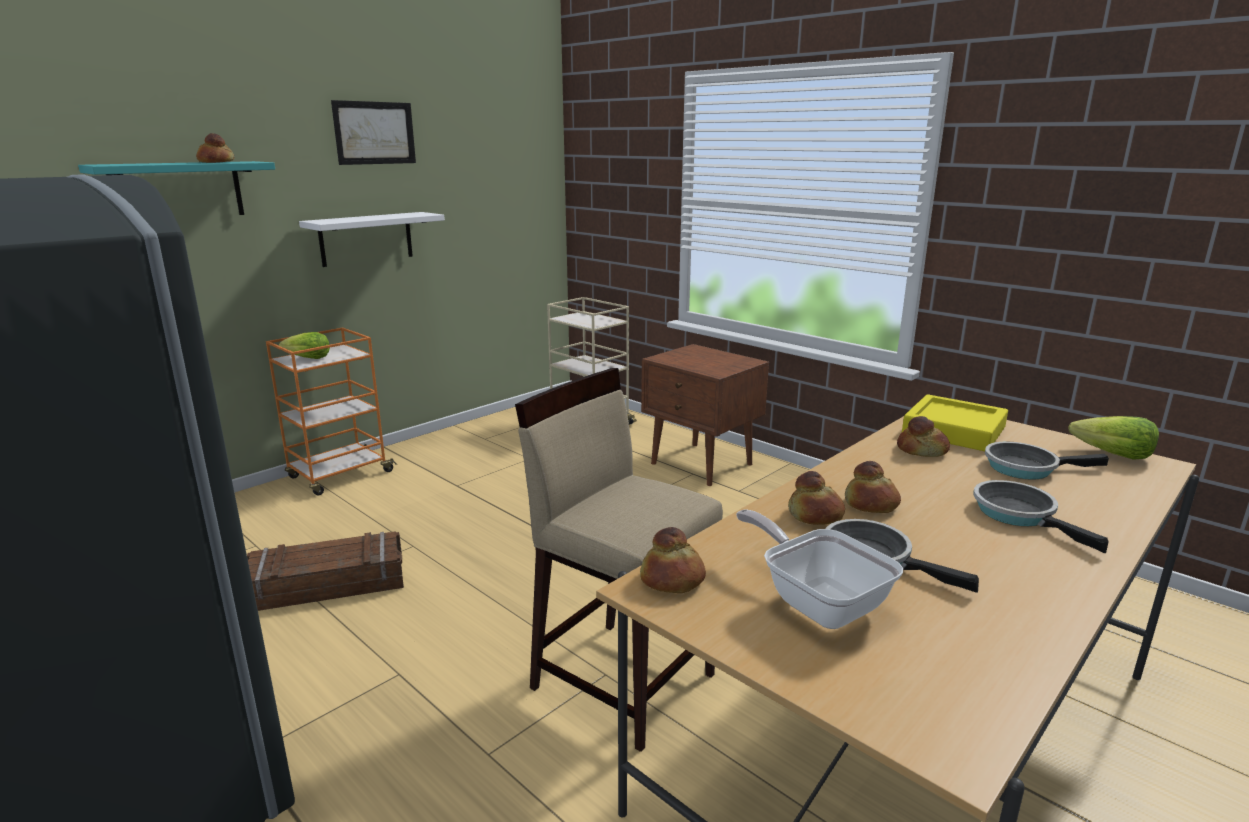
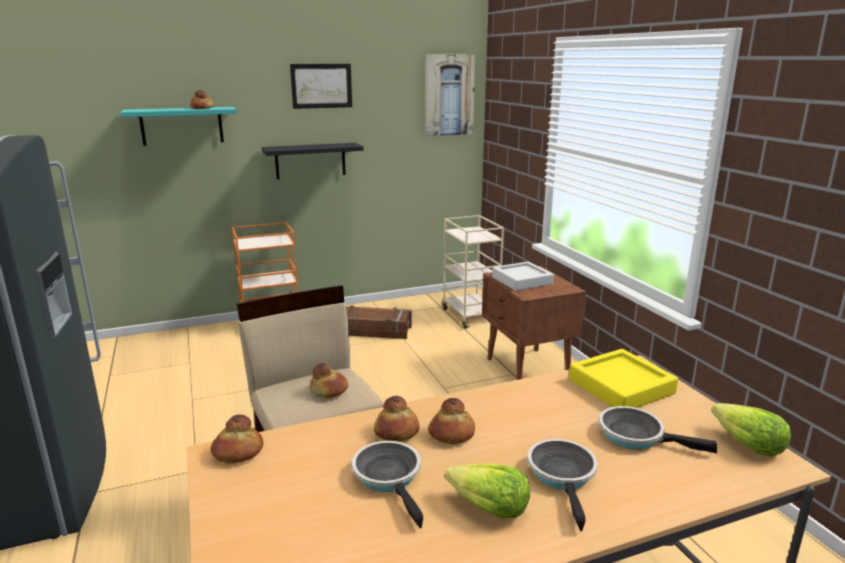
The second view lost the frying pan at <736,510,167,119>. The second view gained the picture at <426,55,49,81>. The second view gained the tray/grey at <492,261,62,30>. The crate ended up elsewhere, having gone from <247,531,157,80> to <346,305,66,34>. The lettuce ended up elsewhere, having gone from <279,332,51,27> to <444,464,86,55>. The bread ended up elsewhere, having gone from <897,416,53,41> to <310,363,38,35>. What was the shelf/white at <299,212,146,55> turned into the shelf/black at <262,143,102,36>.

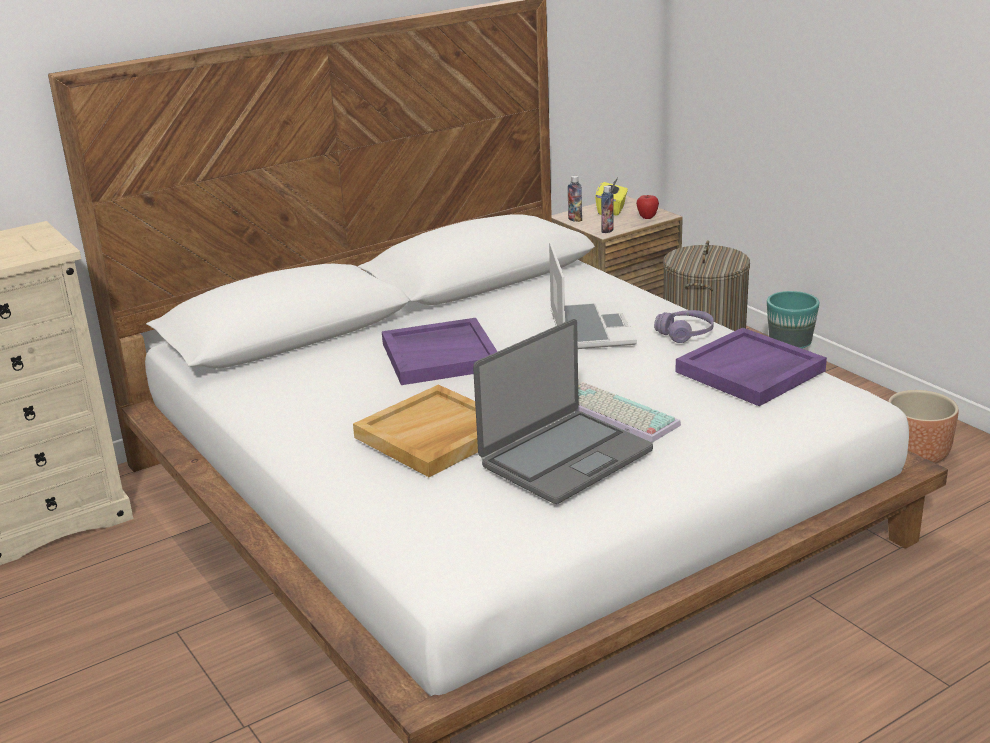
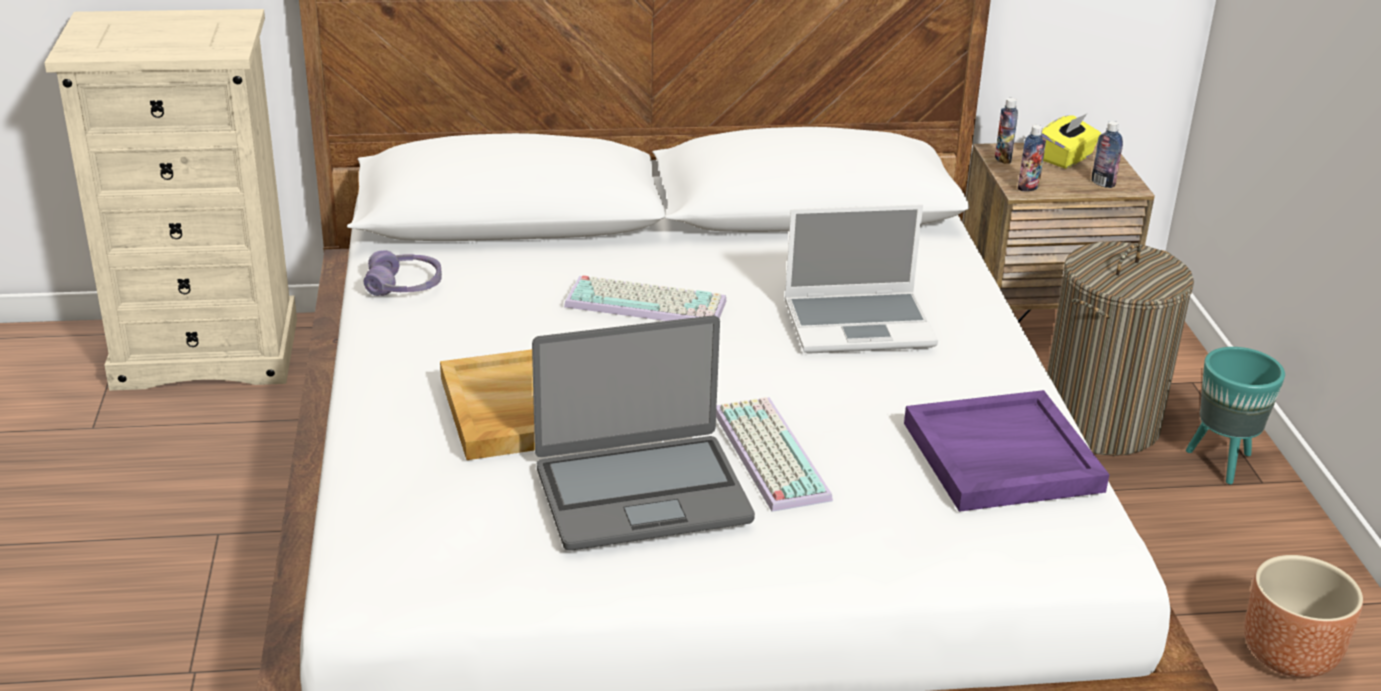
The headphones/purple ended up elsewhere, having gone from <654,310,60,33> to <364,250,78,46>. Where the tray/purple stood at <382,318,116,67>, the keyboard came to stand at <564,275,163,46>. Where the apple stood at <636,195,23,24>, the bottle came to stand at <1092,121,31,67>. The laptop at <549,242,88,107> ended up facing another way, 60 degrees clockwise from before.

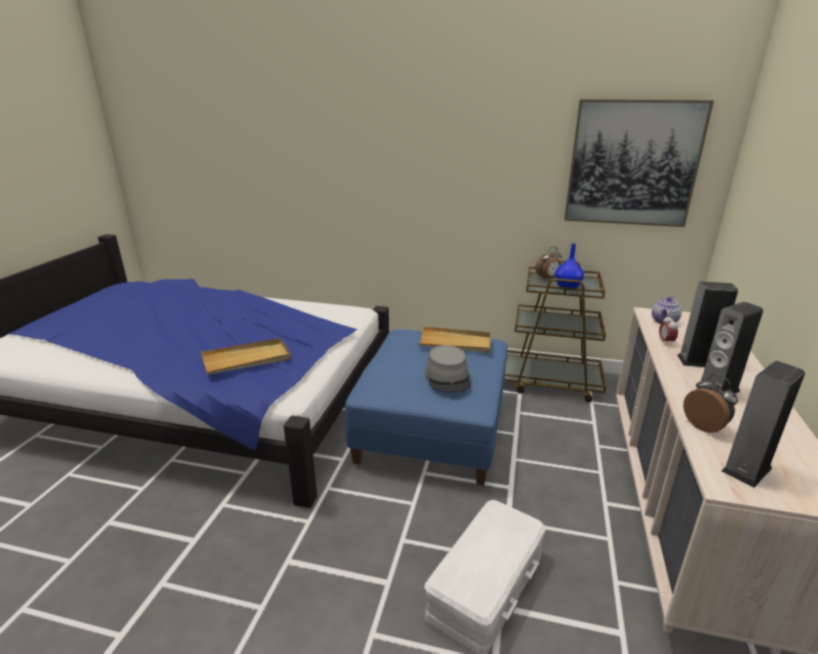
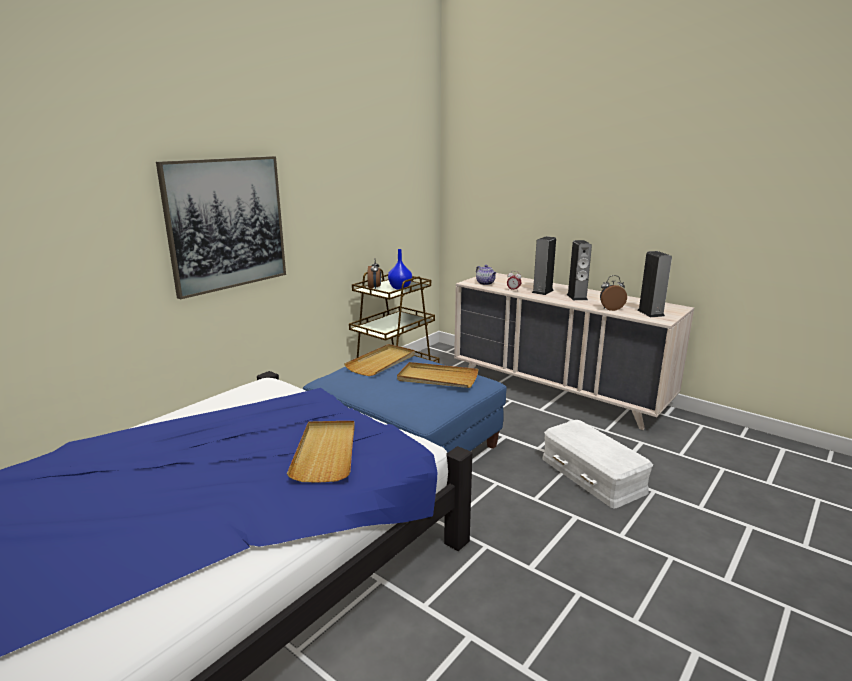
The picture ended up elsewhere, having gone from <564,99,150,128> to <156,156,130,143>. Where the hat/grey stood at <425,345,46,47>, the tray/beige came to stand at <397,362,82,26>.

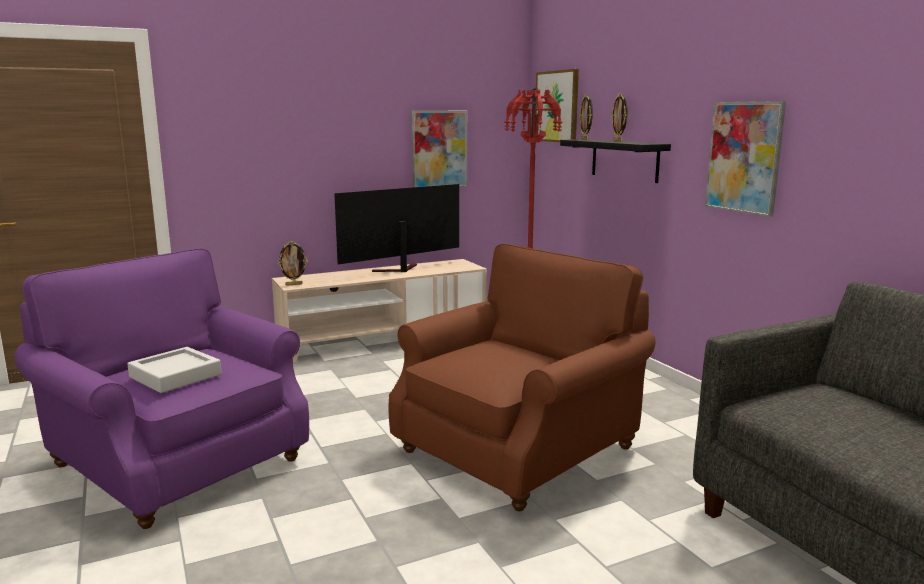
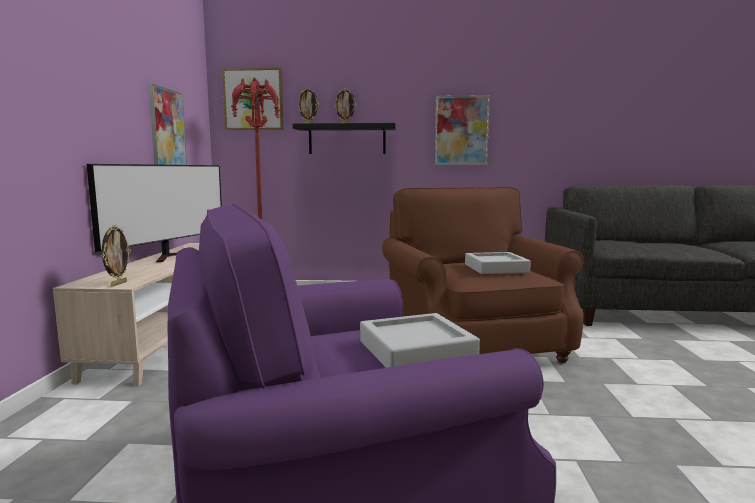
The second view gained the tray/grey at <465,252,66,22>. The television at <334,184,125,88> ended up facing another way, 150 degrees counterclockwise from before.

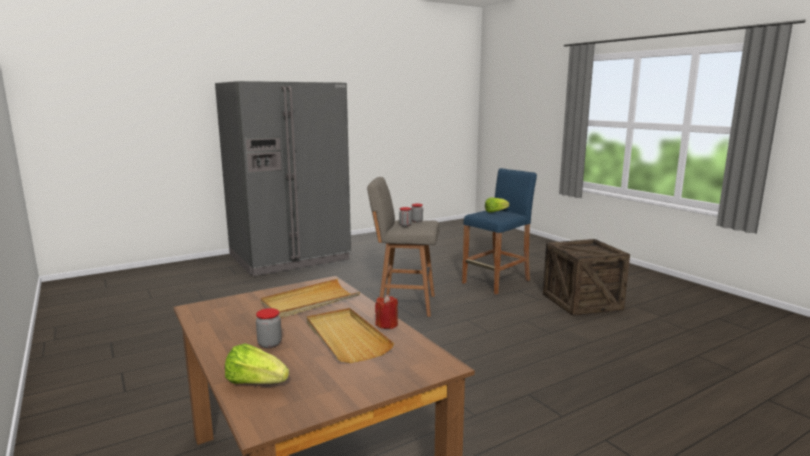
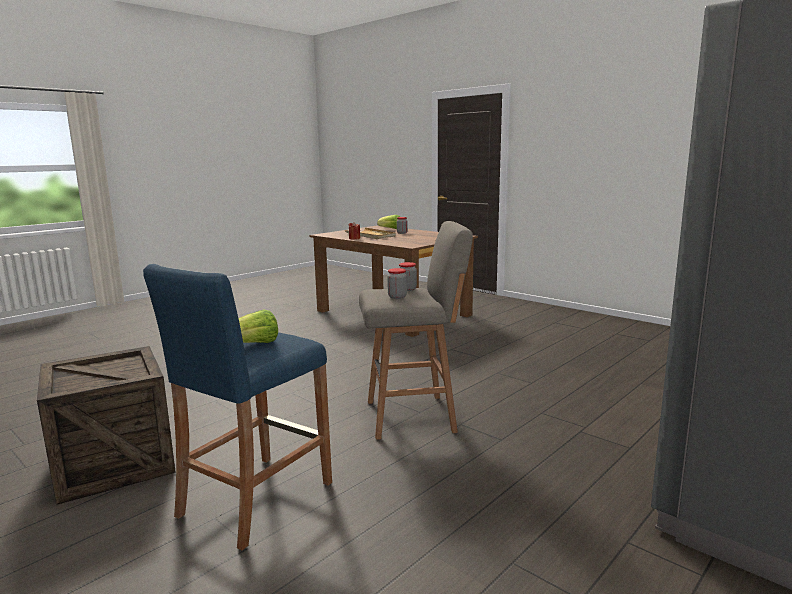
The second view lost the tray/beige at <261,279,99,39>.

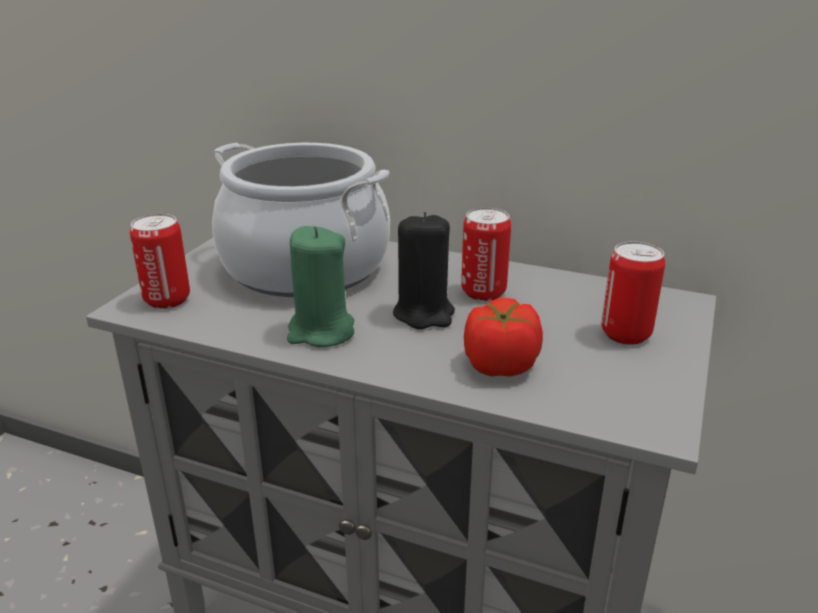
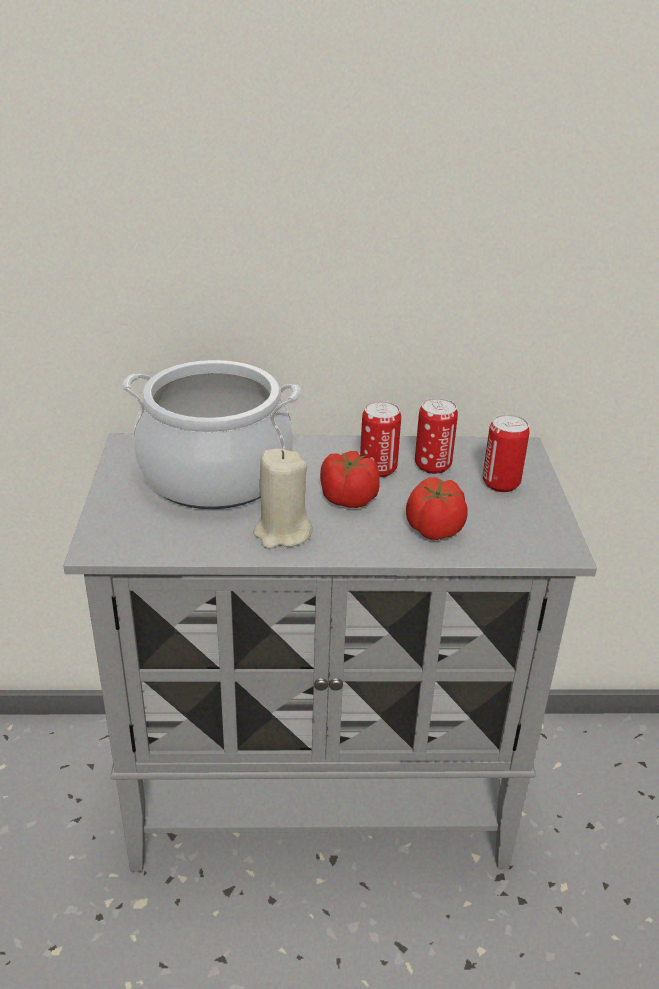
The can ended up elsewhere, having gone from <130,214,60,95> to <415,398,43,76>. Where the candle/black stood at <393,211,62,118>, the tomato came to stand at <320,451,60,57>. What was the candle/green at <287,226,67,121> turned into the candle/beige at <253,449,60,100>.

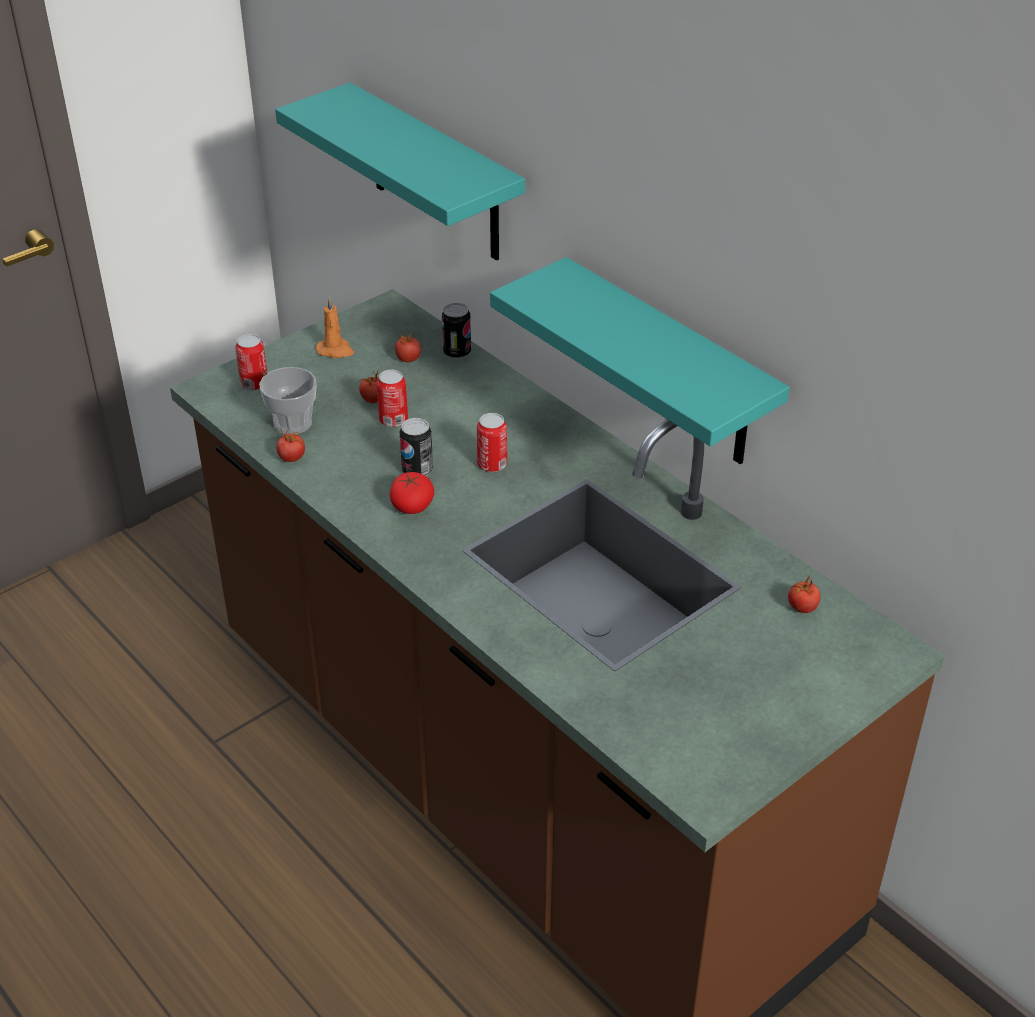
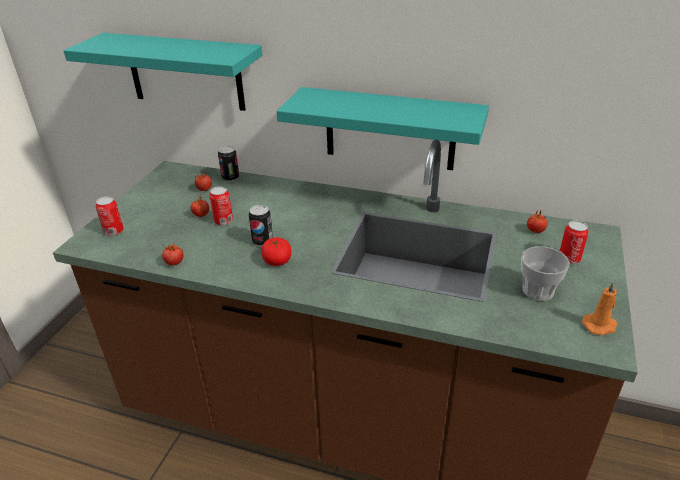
The cup ended up elsewhere, having gone from <259,367,58,67> to <521,246,49,55>. The candle/orange ended up elsewhere, having gone from <316,297,38,61> to <582,281,35,54>. The can ended up elsewhere, having gone from <477,413,30,59> to <560,220,28,44>.

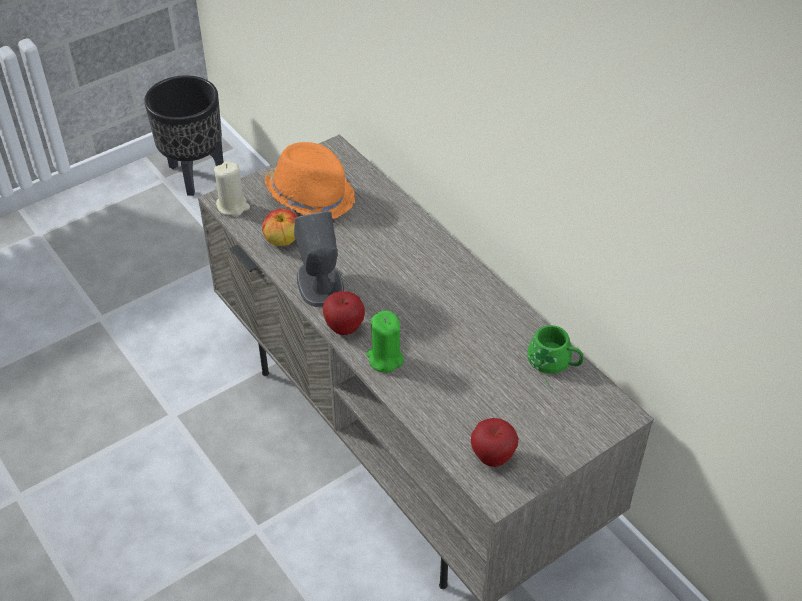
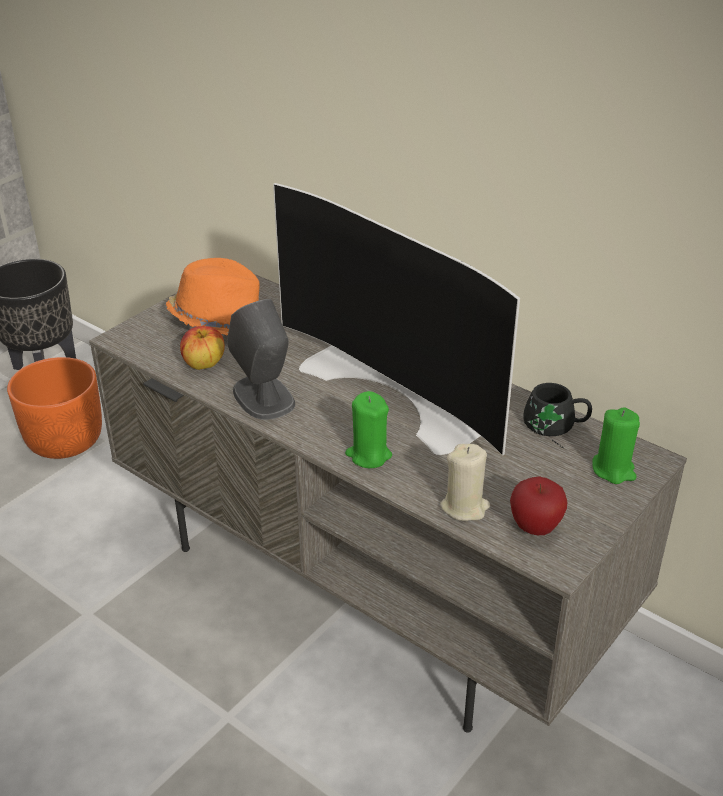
The second view lost the apple at <323,291,42,44>. The second view gained the planter/orange at <7,357,95,102>. The second view gained the television at <273,183,247,273>. The second view gained the candle/green at <592,407,48,77>. The candle/beige ended up elsewhere, having gone from <214,161,36,55> to <440,444,50,77>. What was the mug/green at <527,325,56,62> turned into the mug/black at <523,383,69,66>.

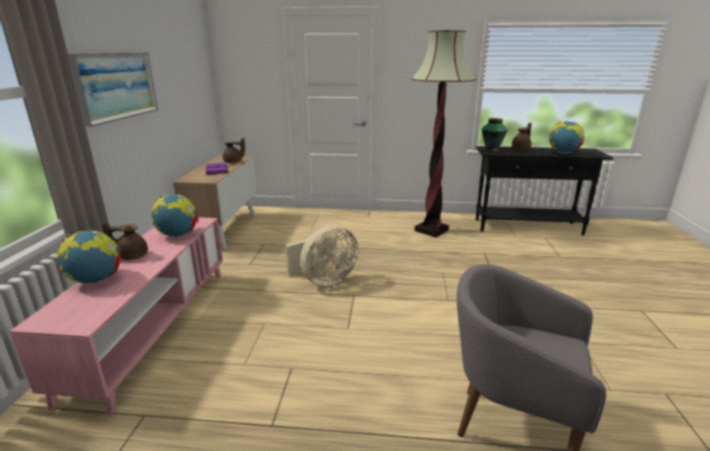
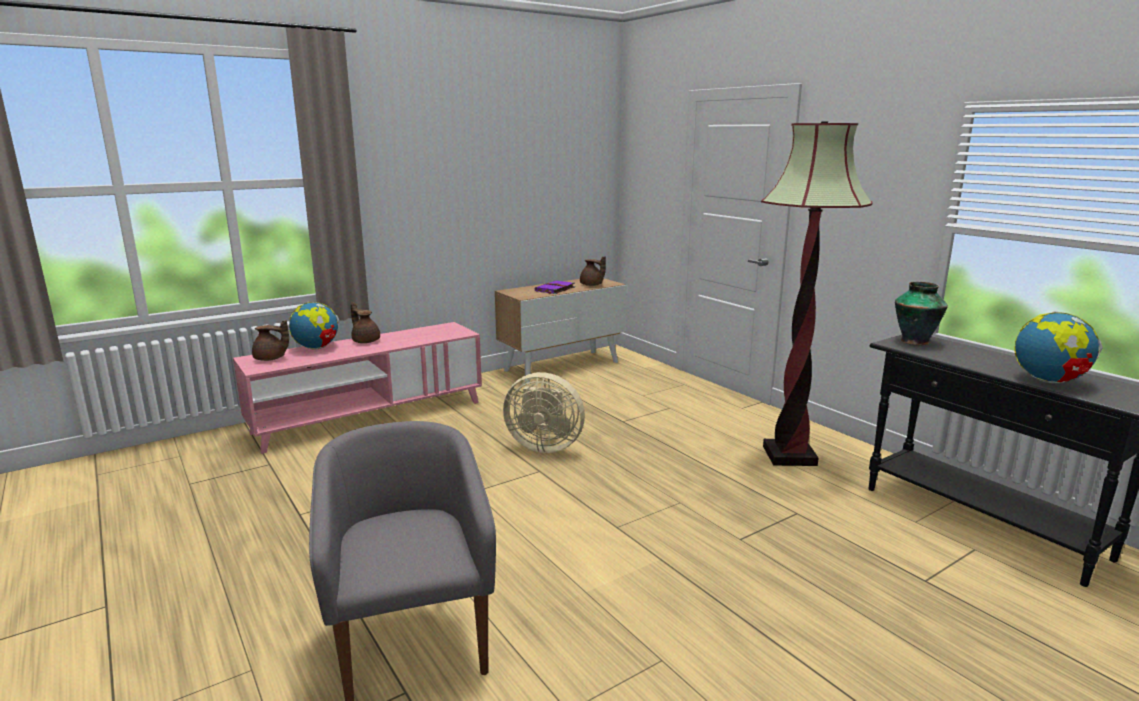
The second view lost the picture at <68,53,90,74>. The second view lost the globe at <151,194,48,43>. The teapot/brown ended up elsewhere, having gone from <512,122,20,28> to <252,320,37,41>.

